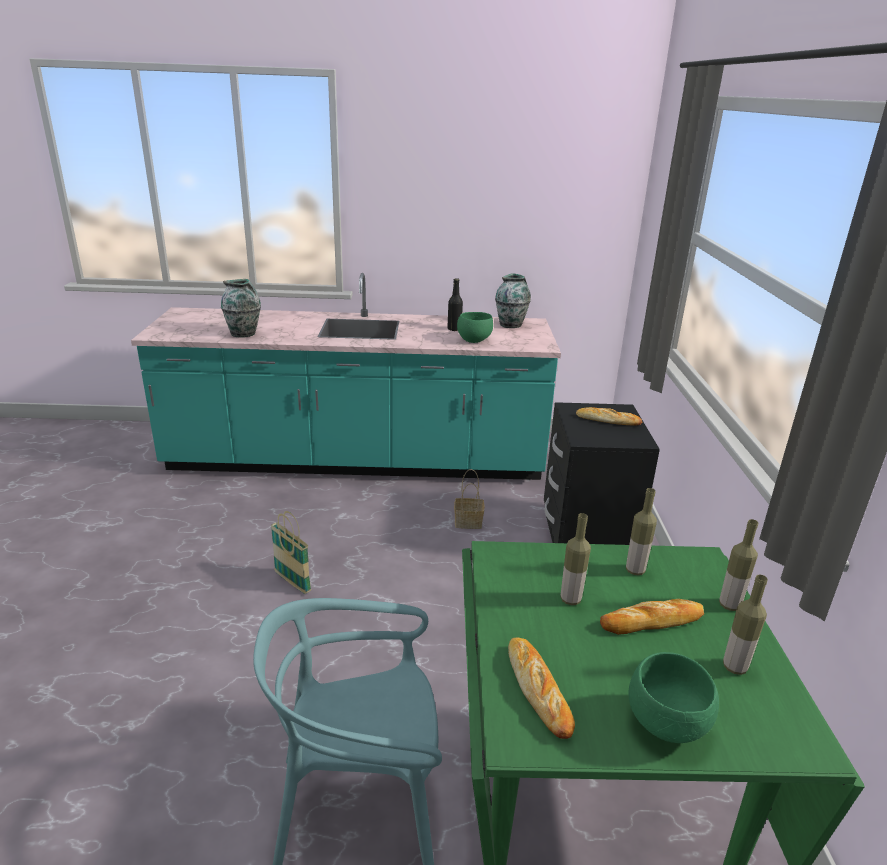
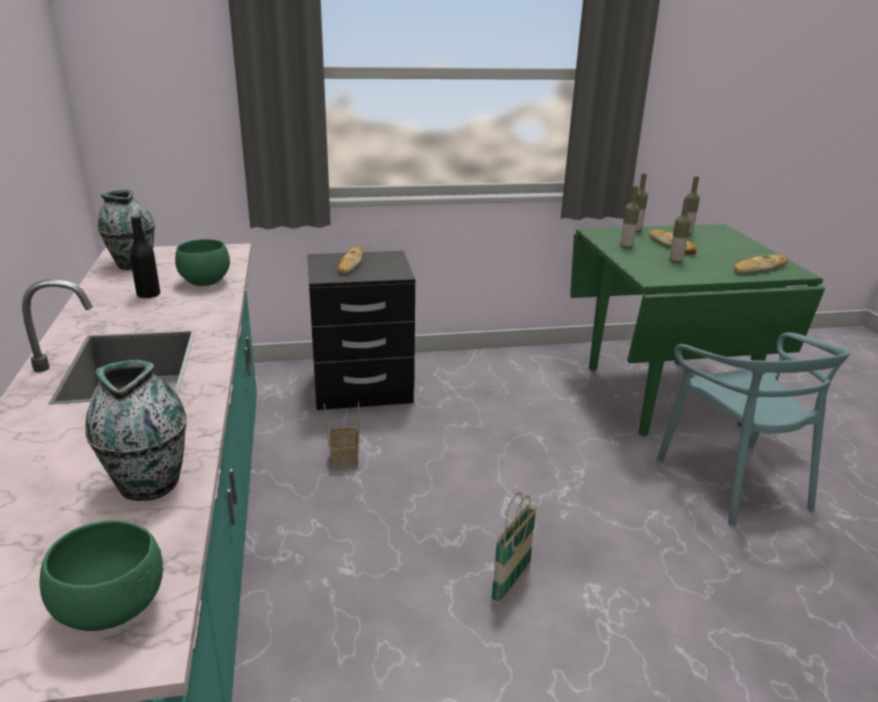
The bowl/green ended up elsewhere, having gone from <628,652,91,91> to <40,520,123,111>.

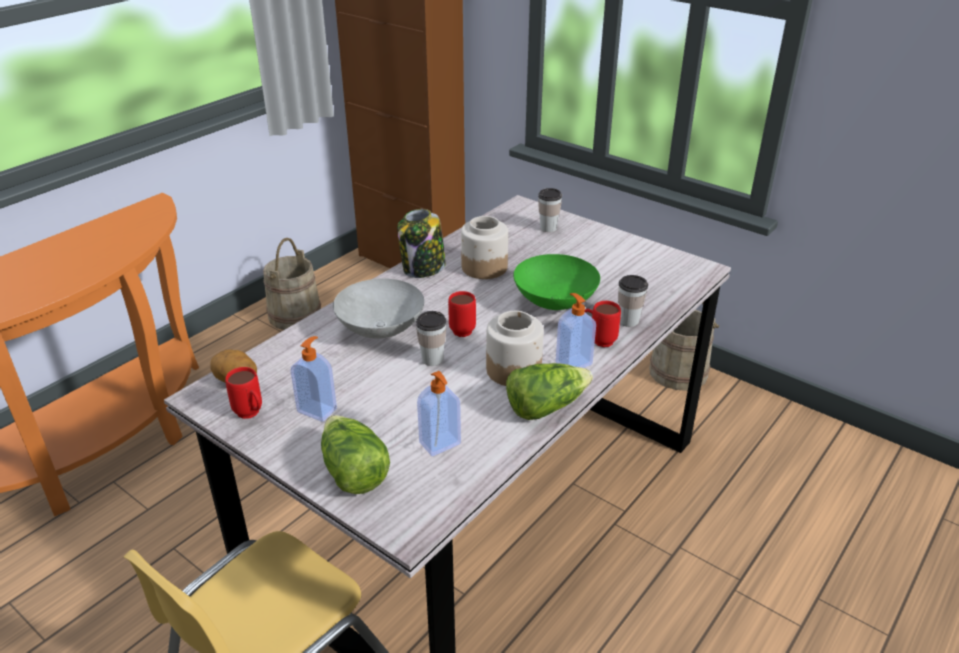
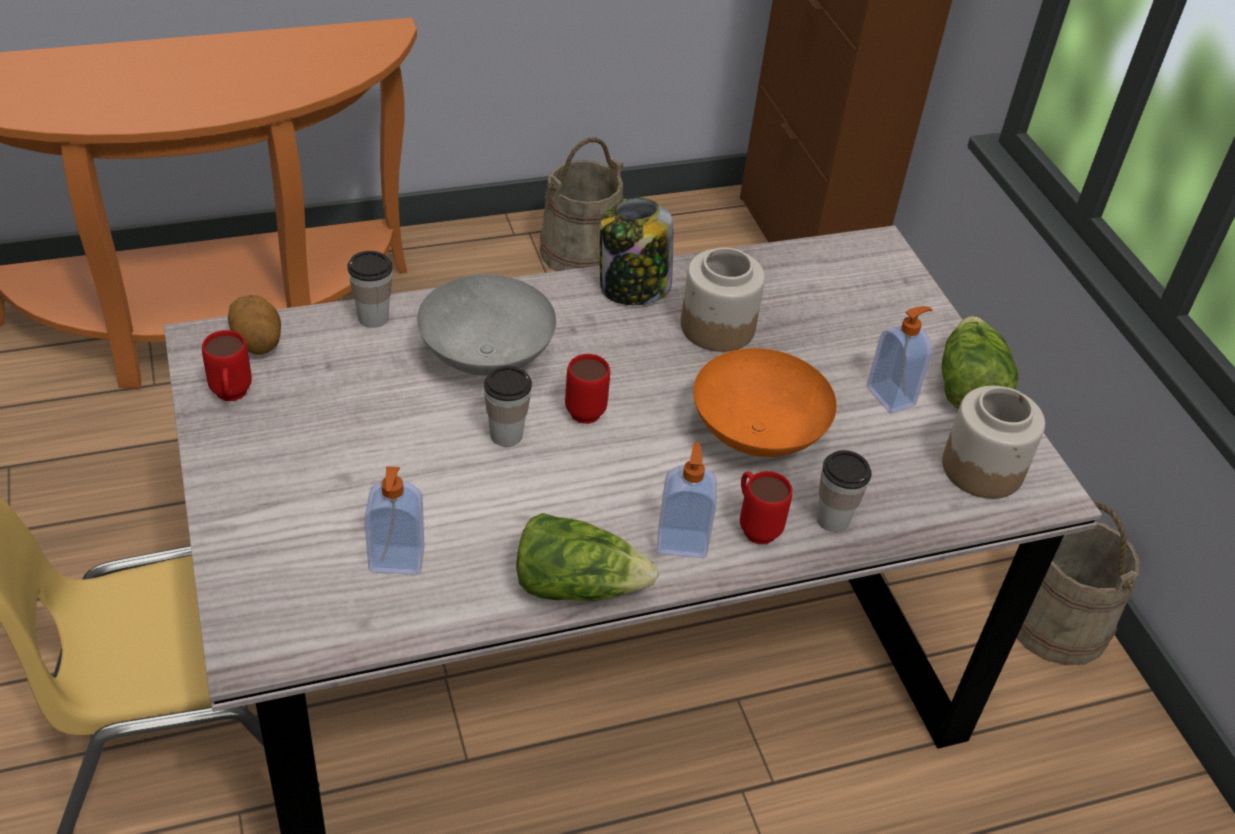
The soap dispenser ended up elsewhere, having gone from <291,336,46,86> to <867,306,65,108>. The lettuce ended up elsewhere, having gone from <321,415,69,79> to <942,316,77,93>. The jar ended up elsewhere, having gone from <486,311,58,75> to <942,386,103,113>. The cup ended up elsewhere, having gone from <538,188,24,44> to <347,251,46,77>. What was the bowl/green at <513,254,87,56> turned into the bowl/orange at <693,348,144,109>.

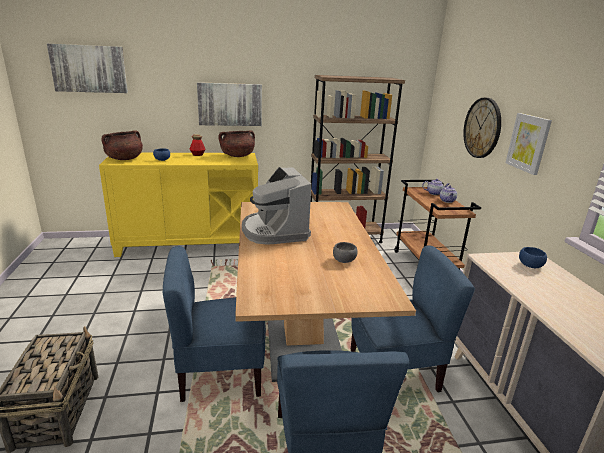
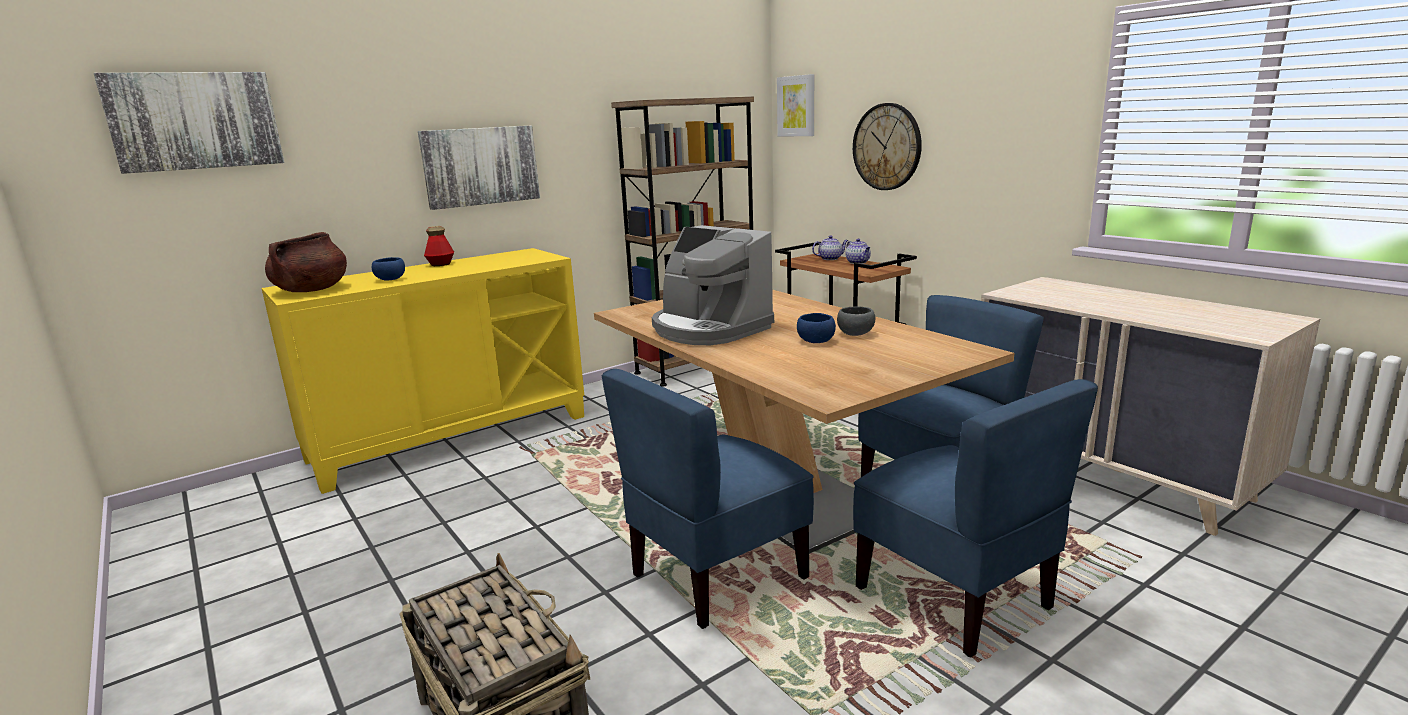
The second view lost the cooking pot/brown at <219,130,36,27>. The picture ended up elsewhere, having gone from <505,113,47,62> to <777,74,37,62>. The bowl/blue ended up elsewhere, having gone from <519,247,28,21> to <797,313,39,30>.

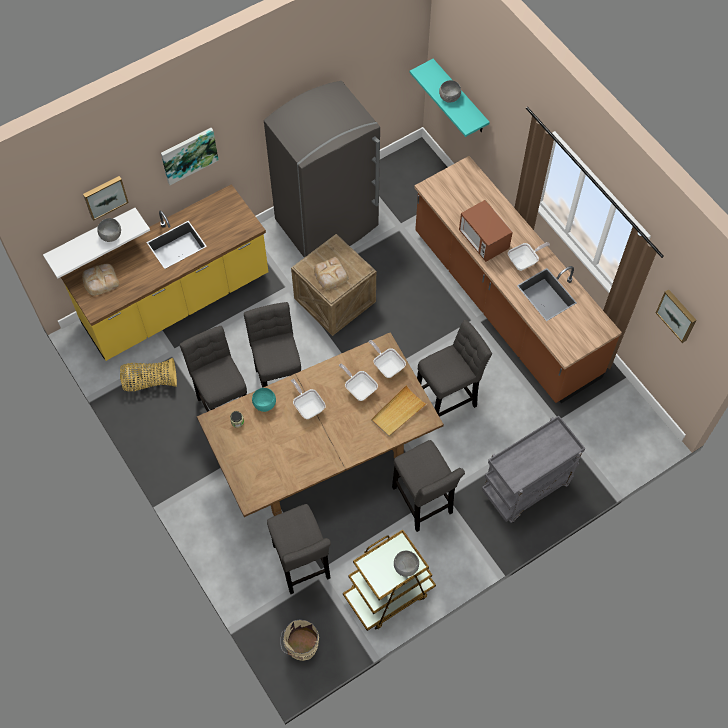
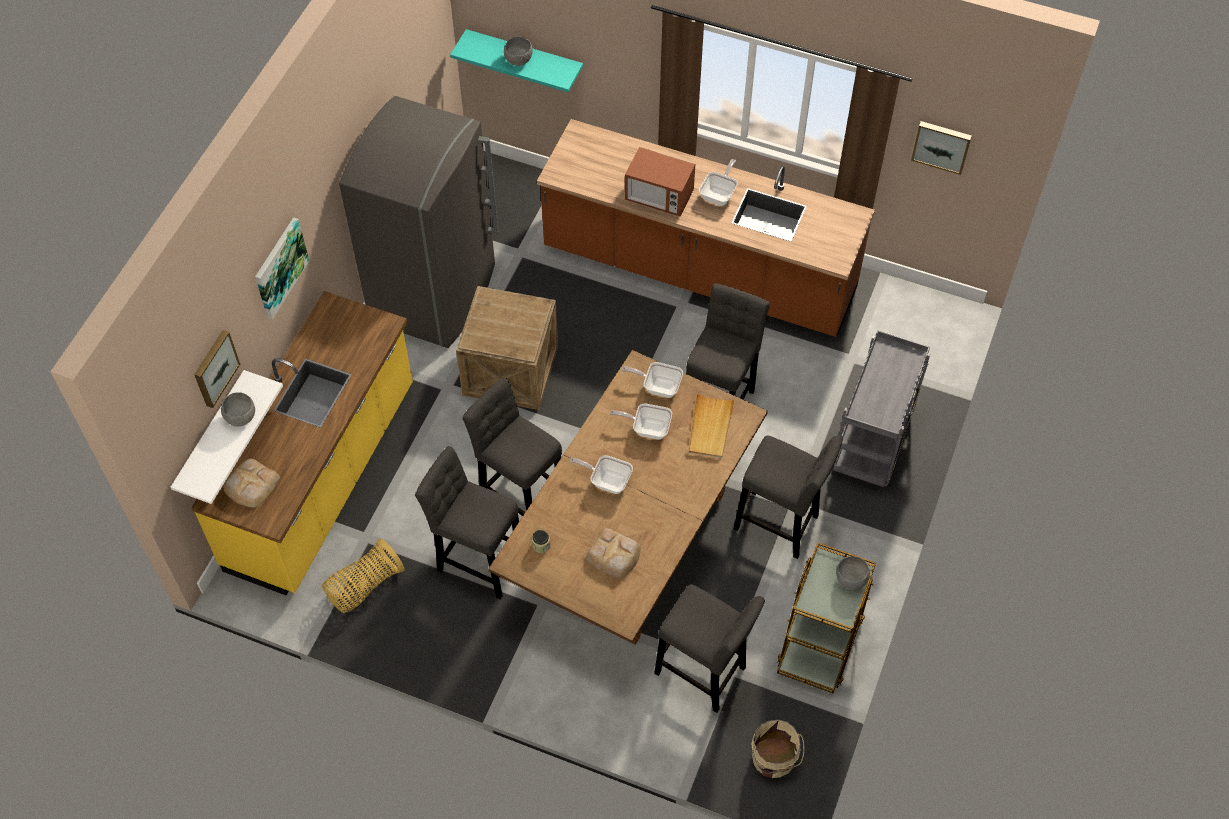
The second view lost the bowl/turquoise at <252,388,24,24>. The bread ended up elsewhere, having gone from <314,257,35,33> to <586,528,55,50>.

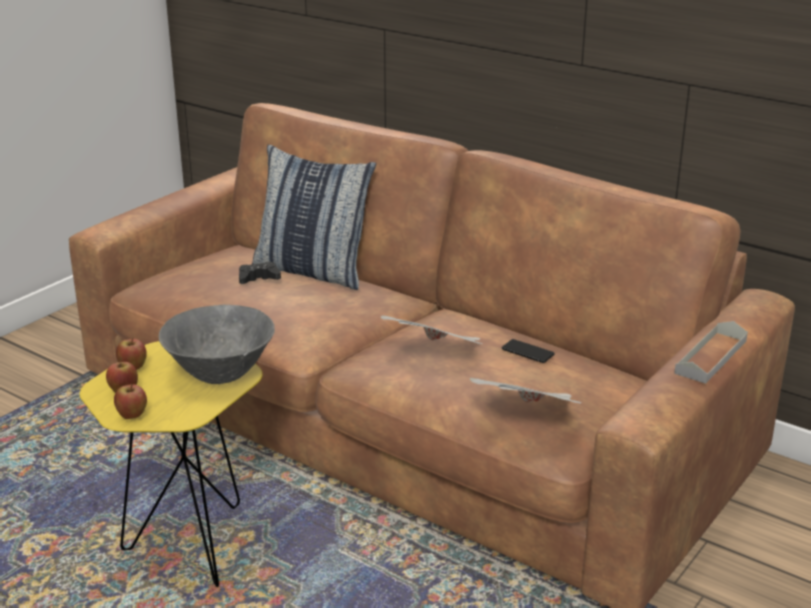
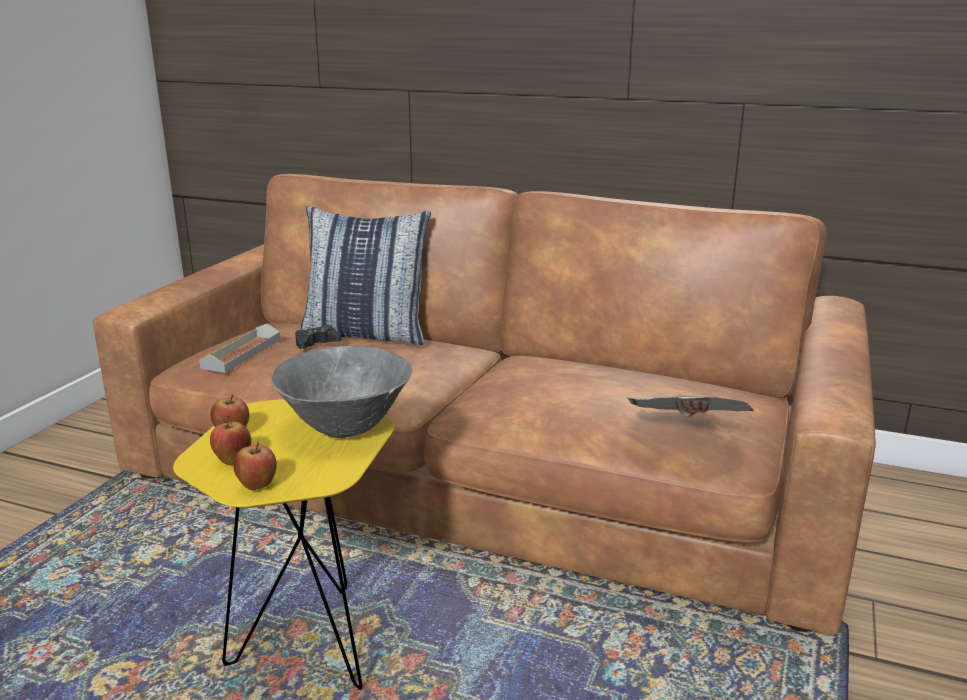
The second view lost the newspaper at <380,315,103,29>. The second view lost the phone at <502,339,53,24>. The tray/grey ended up elsewhere, having gone from <674,321,74,63> to <199,324,81,49>.

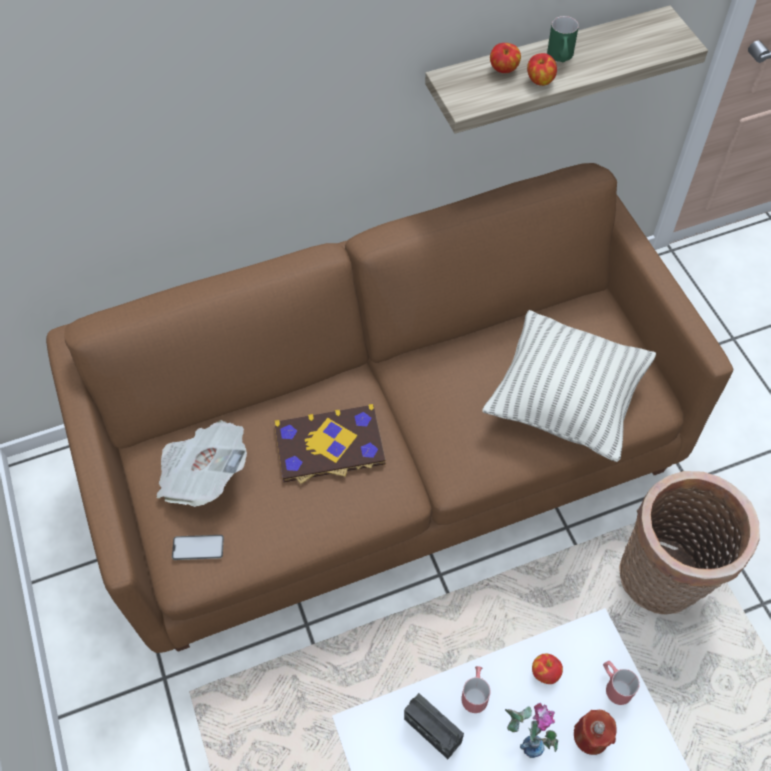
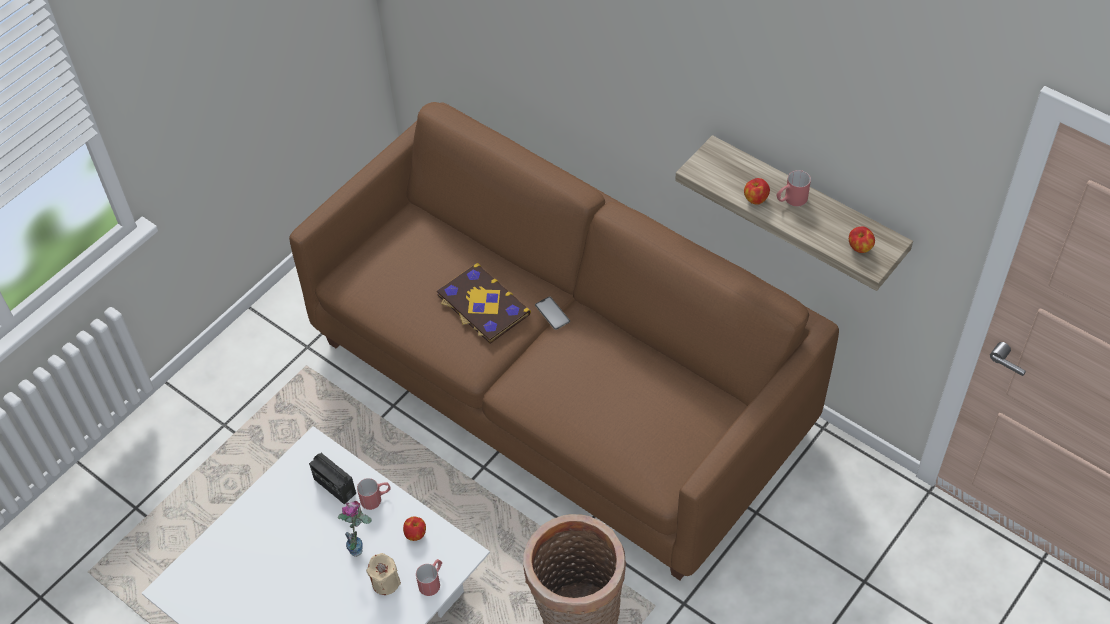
The second view lost the newspaper at <157,420,90,87>. The second view lost the pillow at <482,310,174,152>. The phone ended up elsewhere, having gone from <172,535,52,25> to <535,297,35,33>. The apple ended up elsewhere, having gone from <490,43,31,30> to <849,226,26,27>. What was the mug/green at <547,16,32,46> turned into the mug/red at <776,170,35,37>. What was the candle/red at <574,710,43,45> turned into the candle/beige at <366,553,35,42>. The radio at <404,693,60,66> ended up facing another way, 60 degrees counterclockwise from before.

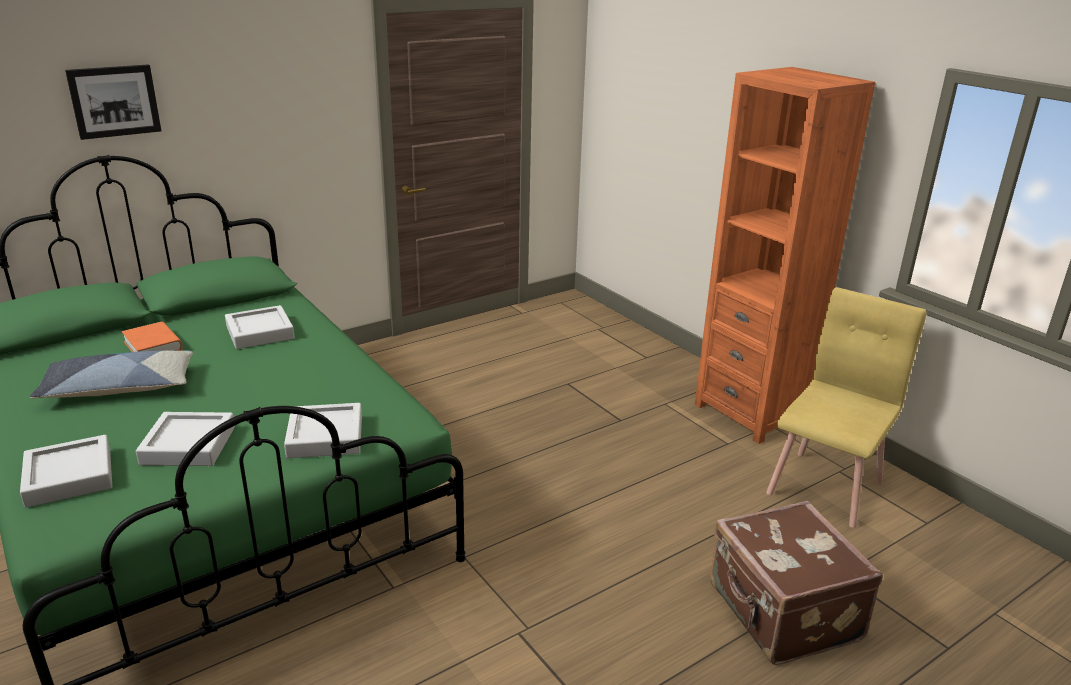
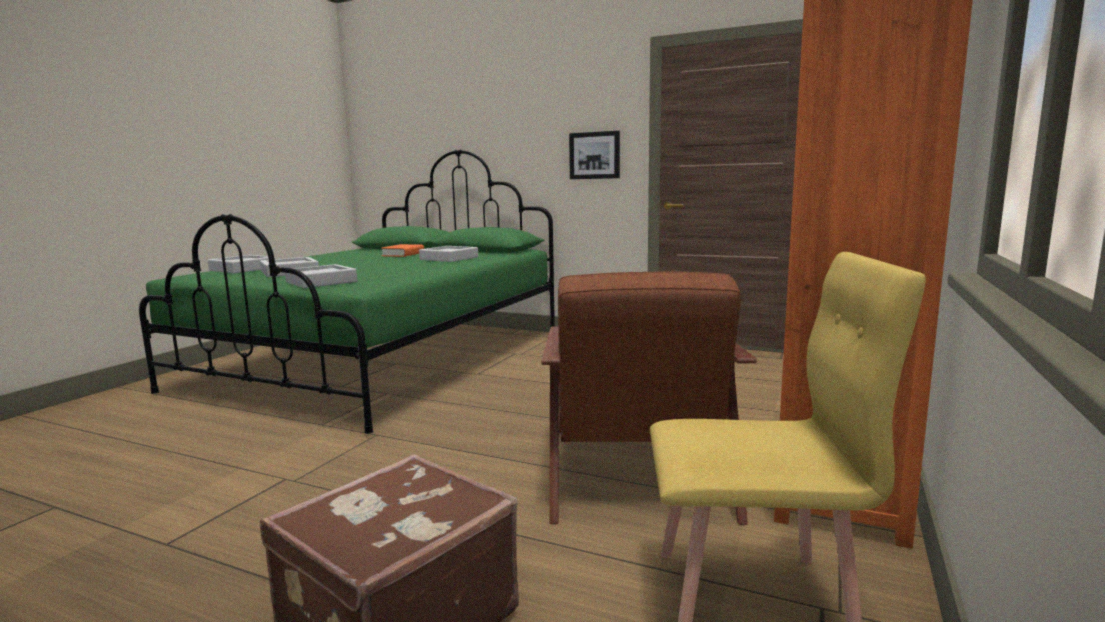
The second view lost the pillow at <30,350,163,48>. The second view gained the armchair/brown at <541,272,216,253>. The picture ended up elsewhere, having gone from <65,64,96,76> to <569,131,51,48>.

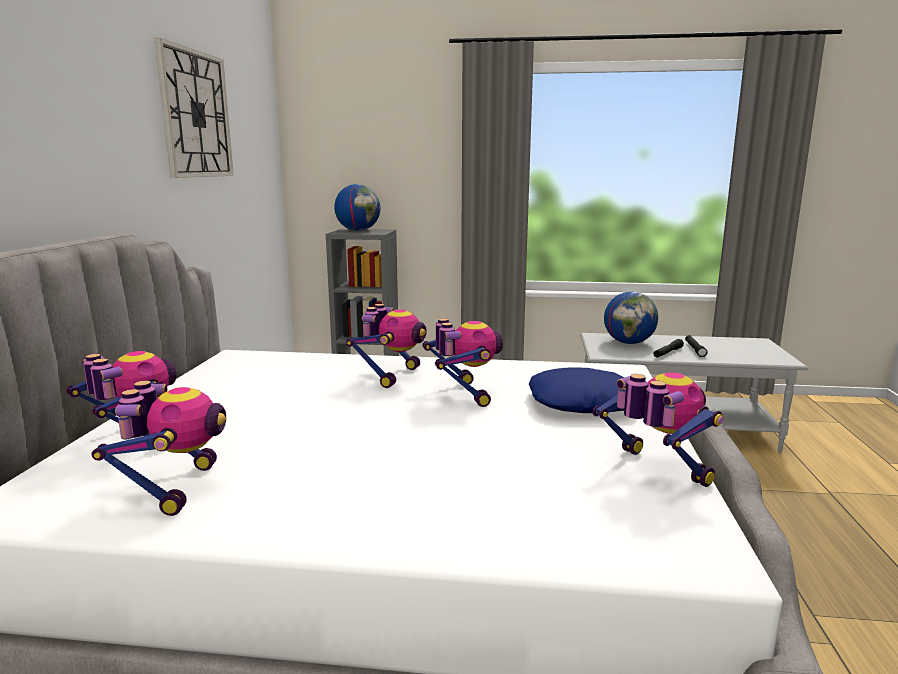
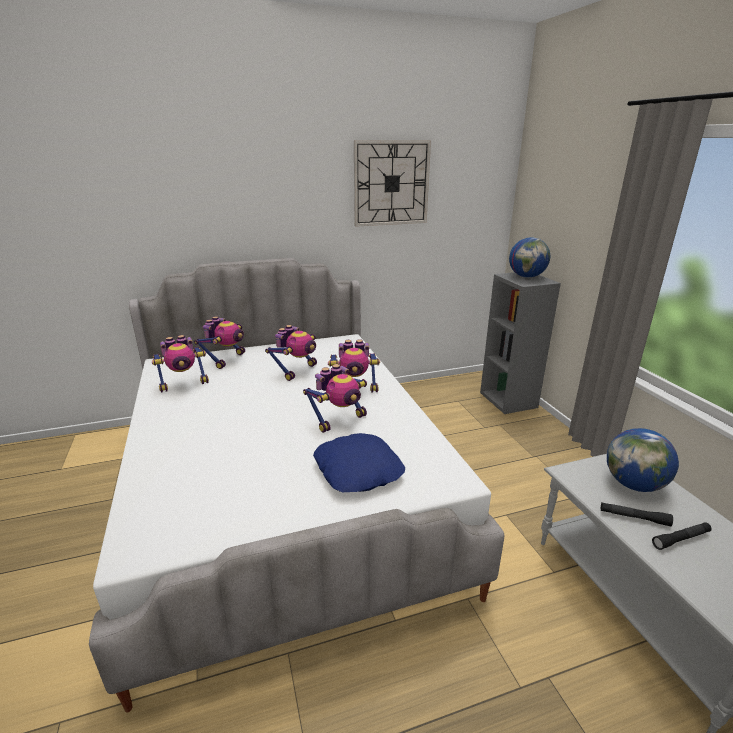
The toy robot ended up elsewhere, having gone from <593,372,131,115> to <265,325,52,56>.

